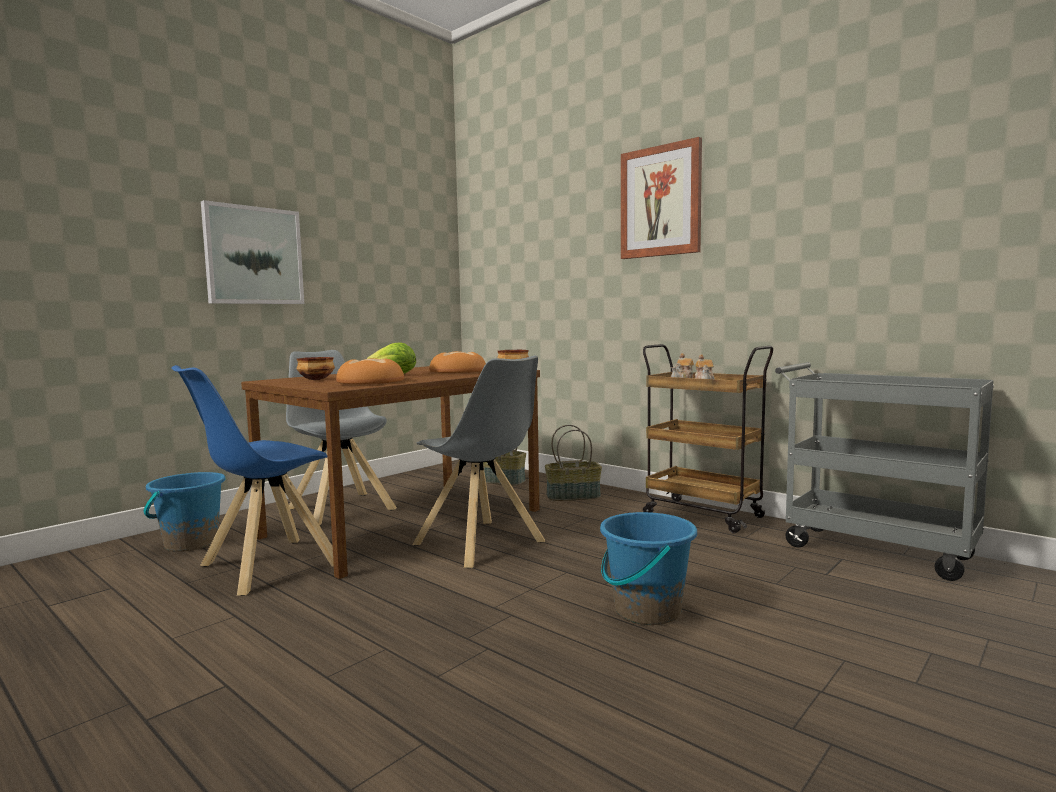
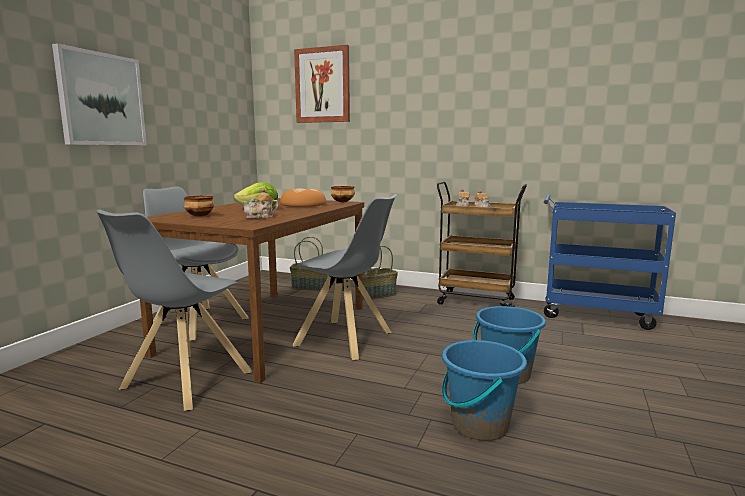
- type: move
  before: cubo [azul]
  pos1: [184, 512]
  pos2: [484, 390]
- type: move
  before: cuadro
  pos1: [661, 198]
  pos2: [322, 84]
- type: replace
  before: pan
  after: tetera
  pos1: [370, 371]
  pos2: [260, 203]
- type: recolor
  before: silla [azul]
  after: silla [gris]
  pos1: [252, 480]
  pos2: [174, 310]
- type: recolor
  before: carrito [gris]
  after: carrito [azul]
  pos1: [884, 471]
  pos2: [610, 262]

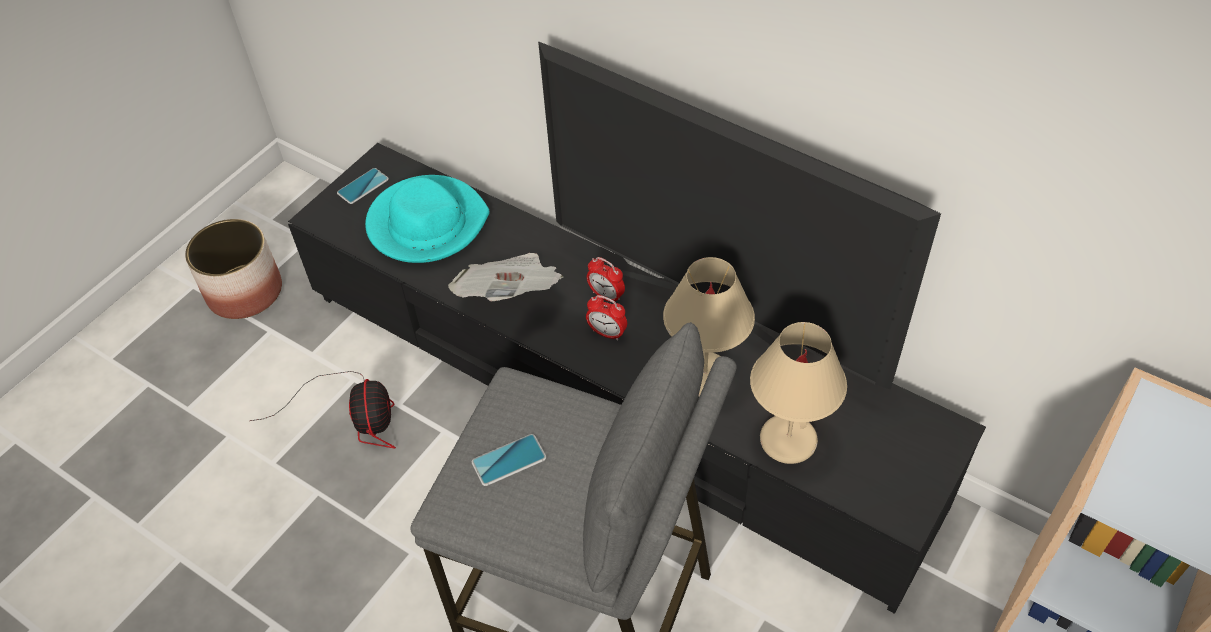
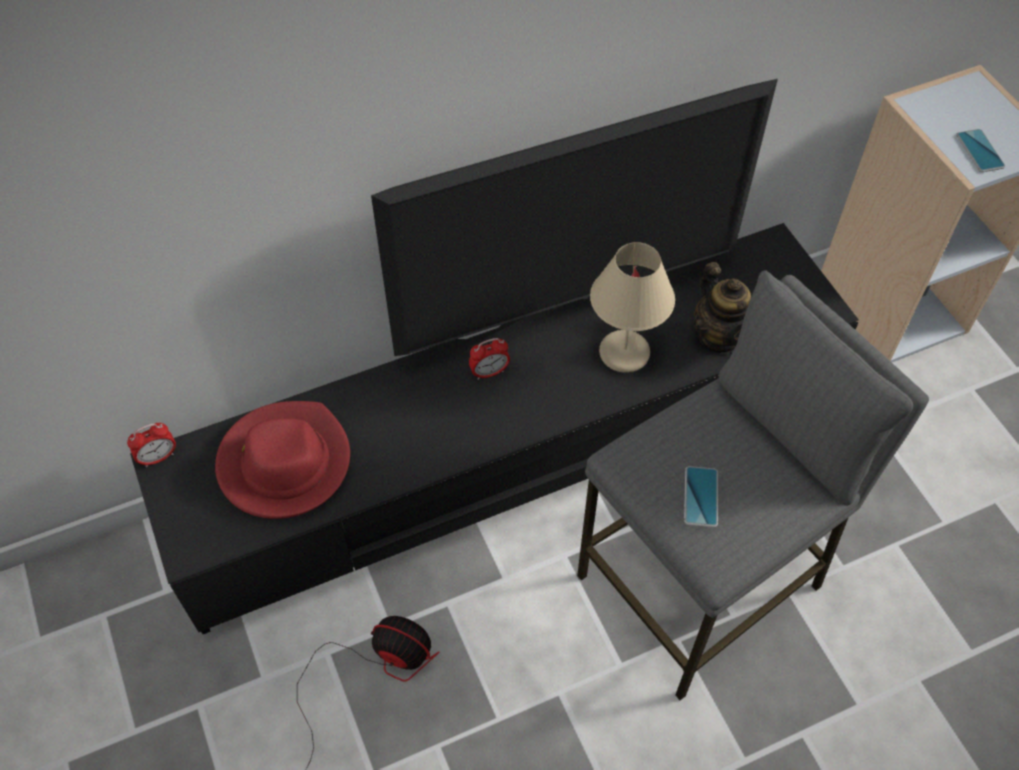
- type: delete
  before: maceta
  pos1: [233, 269]
- type: delete
  before: periódico
  pos1: [506, 277]
- type: move
  before: móvil
  pos1: [363, 186]
  pos2: [980, 150]
- type: move
  before: despertador
  pos1: [606, 318]
  pos2: [151, 445]
- type: replace
  before: lámpara de mesa [beis]
  after: tetera
  pos1: [798, 393]
  pos2: [722, 308]
- type: recolor
  before: sombrero [turquesa]
  after: sombrero [rojo]
  pos1: [427, 219]
  pos2: [282, 460]

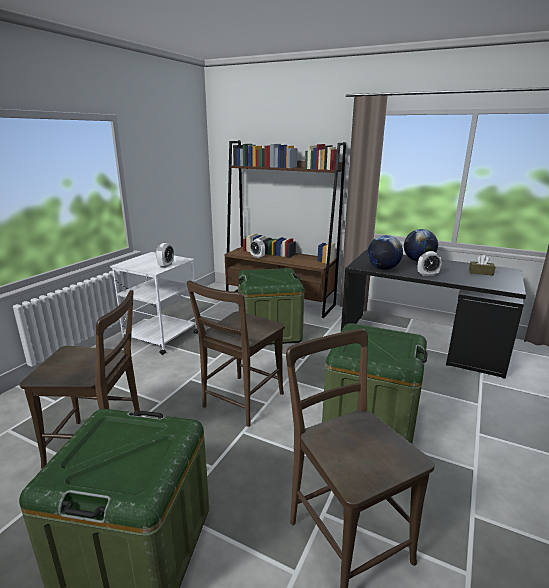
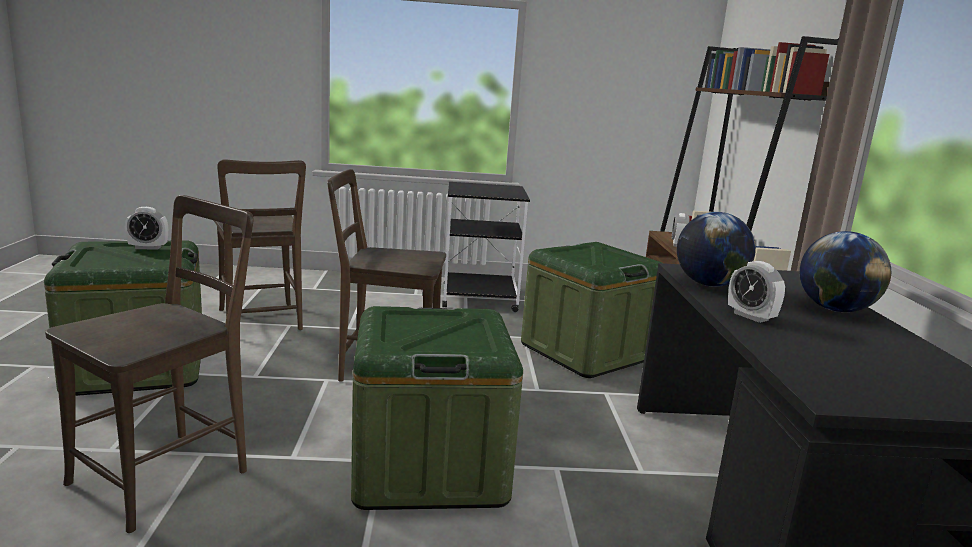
- type: delete
  before: caja de pañuelos [marrón]
  pos1: [482, 265]
- type: move
  before: despertador
  pos1: [165, 255]
  pos2: [146, 228]
- type: recolor
  before: carrito [blanco]
  after: carrito [negro]
  pos1: [154, 303]
  pos2: [486, 247]

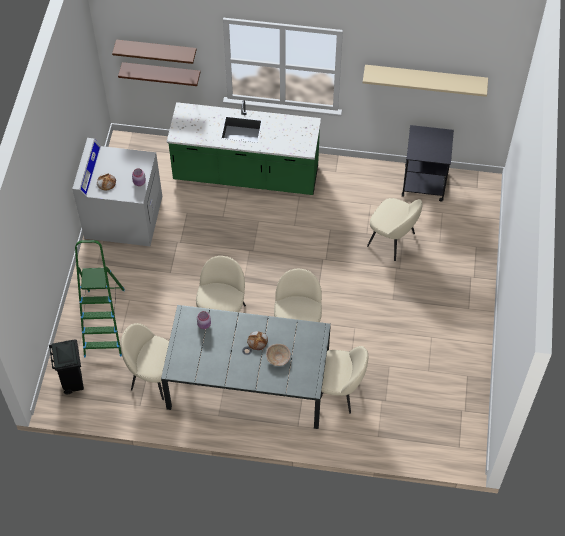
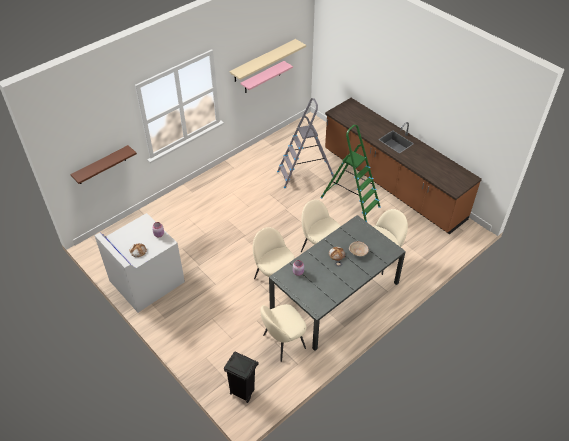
- type: delete
  before: estante [marrón]
  pos1: [154, 51]
- type: delete
  before: mueble bajo de cocina [verde]
  pos1: [244, 148]
- type: delete
  before: carrito [negro]
  pos1: [428, 163]
- type: insert
  after: estante [rosa]
  pos2: [266, 77]
- type: insert
  after: mueble bajo de cocina [marrón]
  pos2: [403, 166]
- type: move
  before: escalera de tijera [verde]
  pos1: [100, 299]
  pos2: [350, 173]
- type: replace
  before: silla [beis]
  after: escalera de tijera [gris]
  pos1: [395, 229]
  pos2: [305, 143]

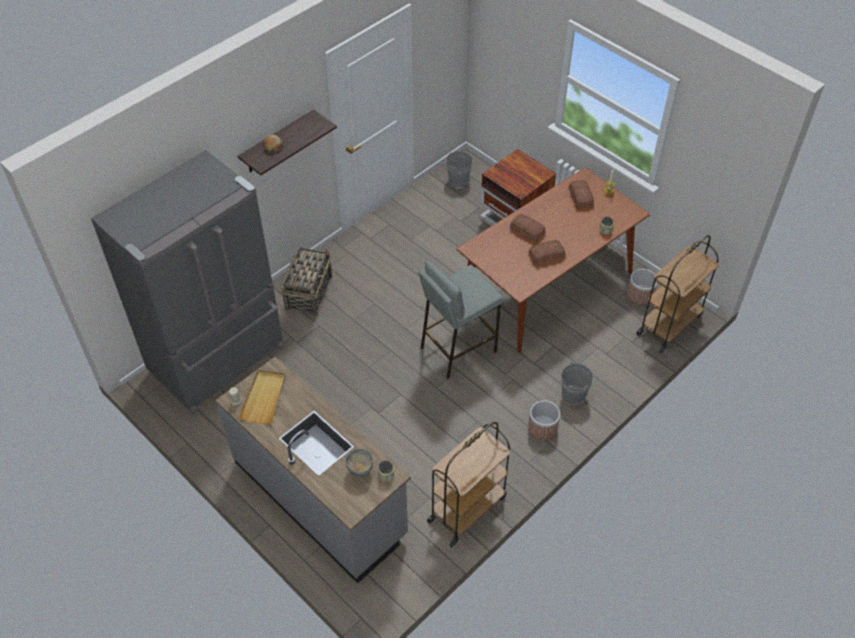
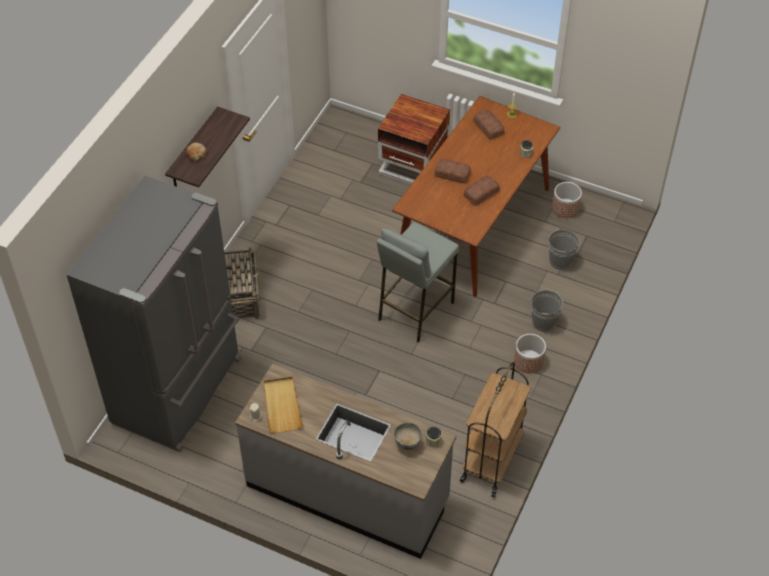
- type: delete
  before: carrito [marrón]
  pos1: [677, 294]
- type: move
  before: cubo [gris]
  pos1: [459, 168]
  pos2: [563, 248]

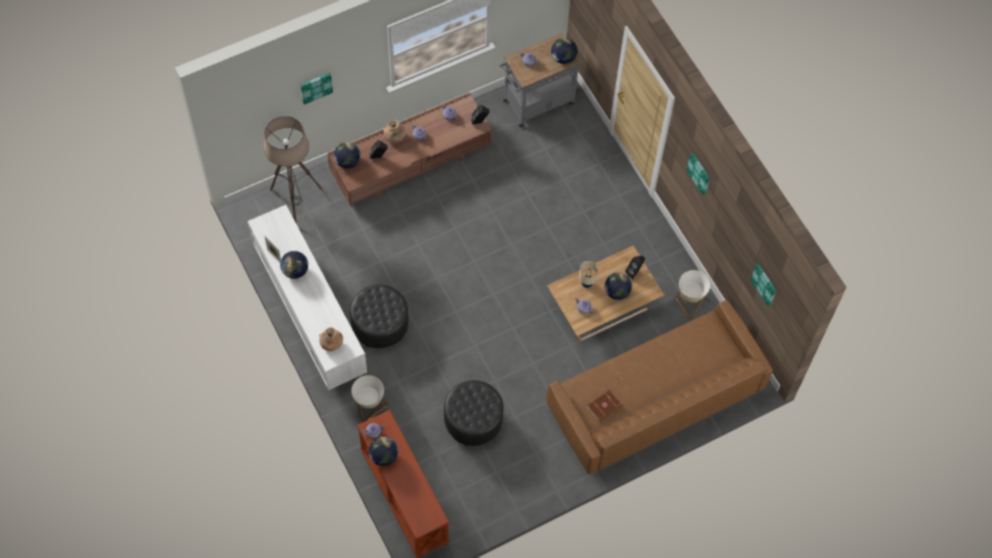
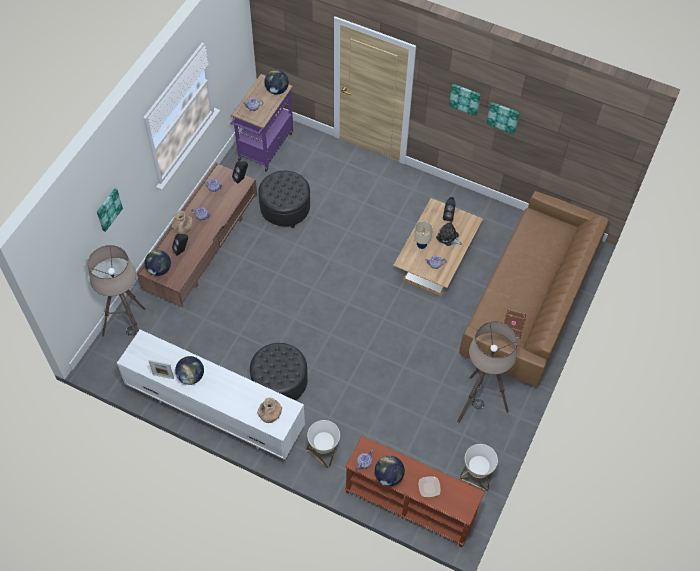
- type: insert
  after: cuenco
  pos2: [430, 486]
- type: insert
  after: lámpara de pie
  pos2: [487, 372]
- type: move
  before: puf [negro]
  pos1: [474, 413]
  pos2: [284, 199]
- type: move
  before: maceta
  pos1: [692, 295]
  pos2: [479, 467]
- type: move
  before: cuadro
  pos1: [763, 285]
  pos2: [503, 118]
- type: replace
  before: globo terráqueo
  after: peluche
  pos1: [618, 286]
  pos2: [449, 233]
- type: recolor
  before: carrito [gris]
  after: carrito [morado]
  pos1: [540, 80]
  pos2: [261, 123]

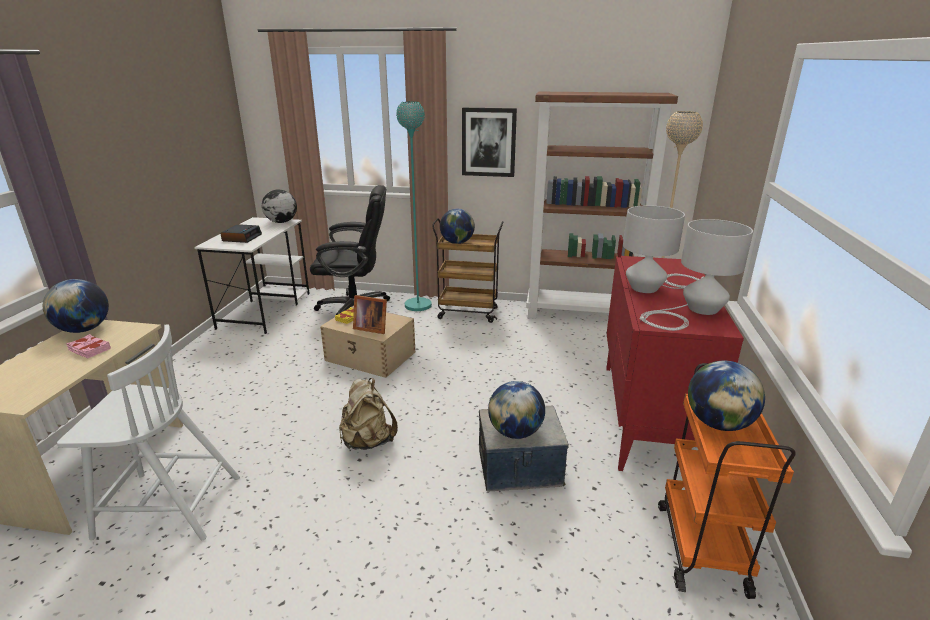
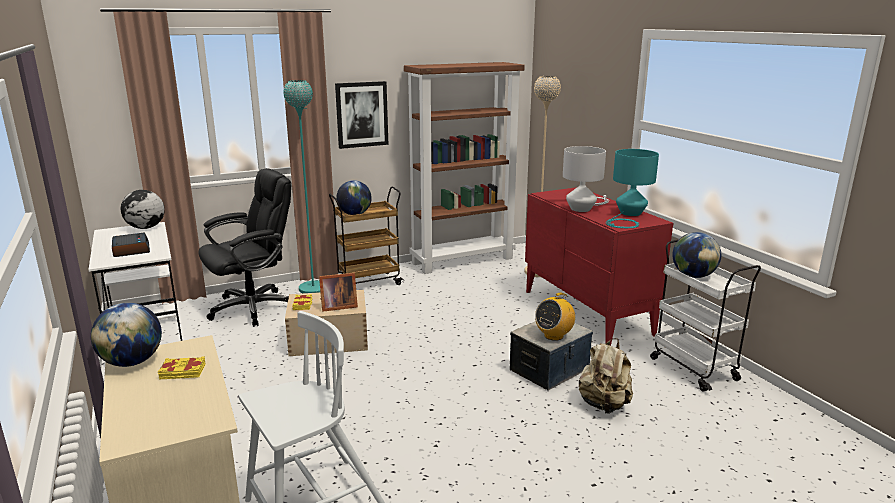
- type: move
  before: mochila [beis]
  pos1: [368, 414]
  pos2: [606, 376]
- type: replace
  before: globo terráqueo
  after: radio
  pos1: [516, 410]
  pos2: [555, 317]
- type: recolor
  before: libro [rosa]
  after: libro [amarillo]
  pos1: [88, 346]
  pos2: [181, 368]
- type: recolor
  before: lámpara de mesa [blanco]
  after: lámpara de mesa [turquesa]
  pos1: [696, 275]
  pos2: [632, 188]
- type: recolor
  before: carrito [naranja]
  after: carrito [blanco]
  pos1: [727, 481]
  pos2: [705, 316]

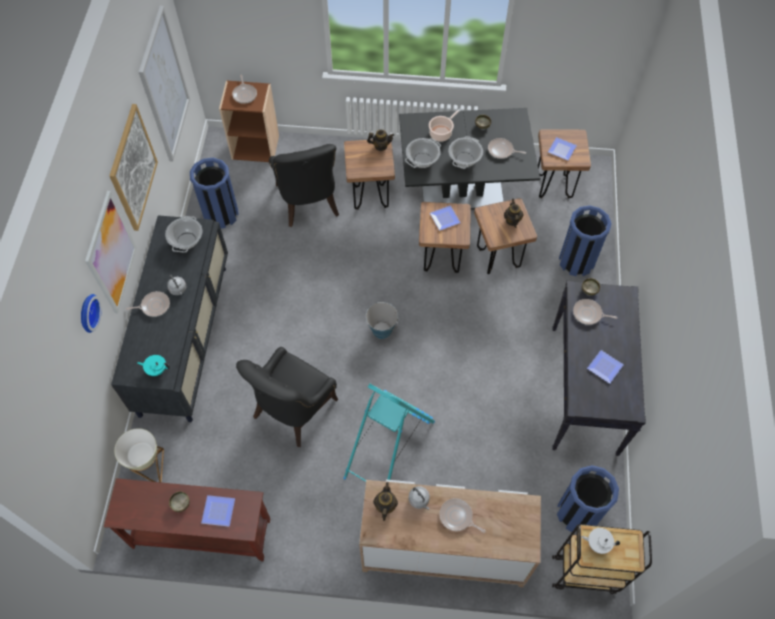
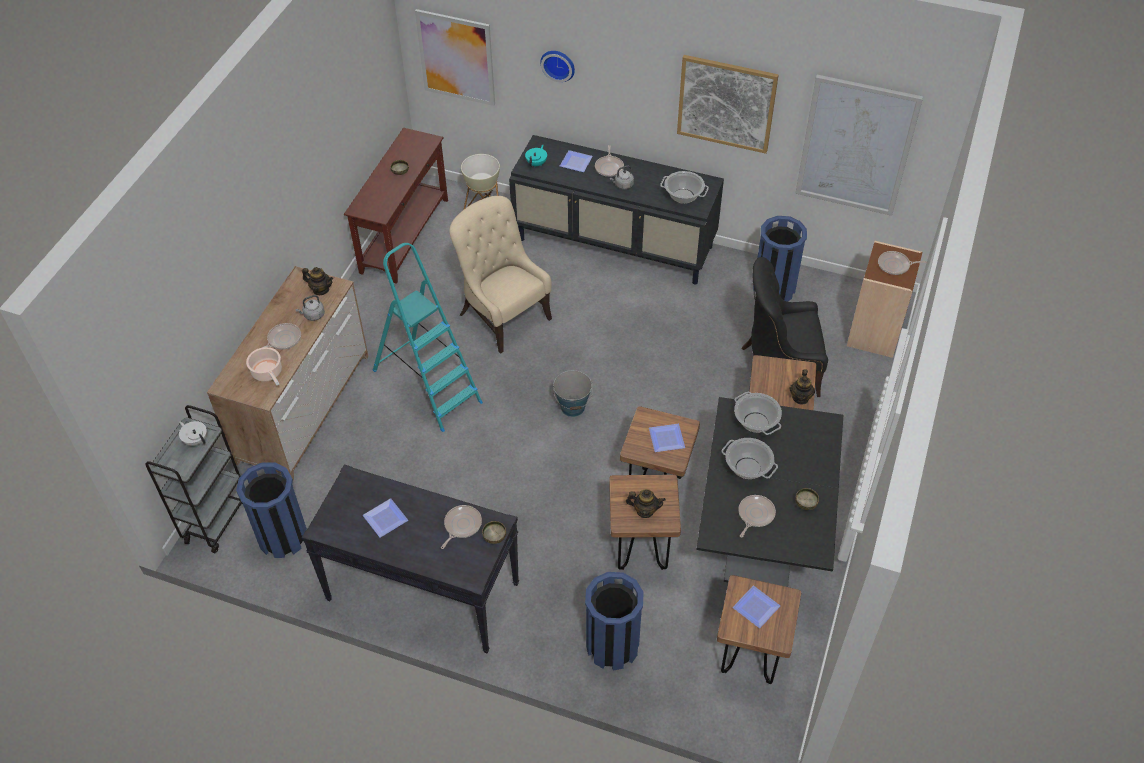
- type: move
  before: cuadro
  pos1: [111, 252]
  pos2: [455, 57]
- type: move
  before: plato
  pos1: [218, 511]
  pos2: [576, 161]
- type: move
  before: olla
  pos1: [445, 125]
  pos2: [264, 366]
- type: recolor
  before: silla [negro]
  after: silla [beis]
  pos1: [287, 397]
  pos2: [500, 275]
- type: recolor
  before: carrito [marrón]
  after: carrito [gris]
  pos1: [602, 559]
  pos2: [194, 479]
- type: rotate
  before: tetera [blanco]
  pos1: [600, 541]
  pos2: [193, 433]
  turn: -75

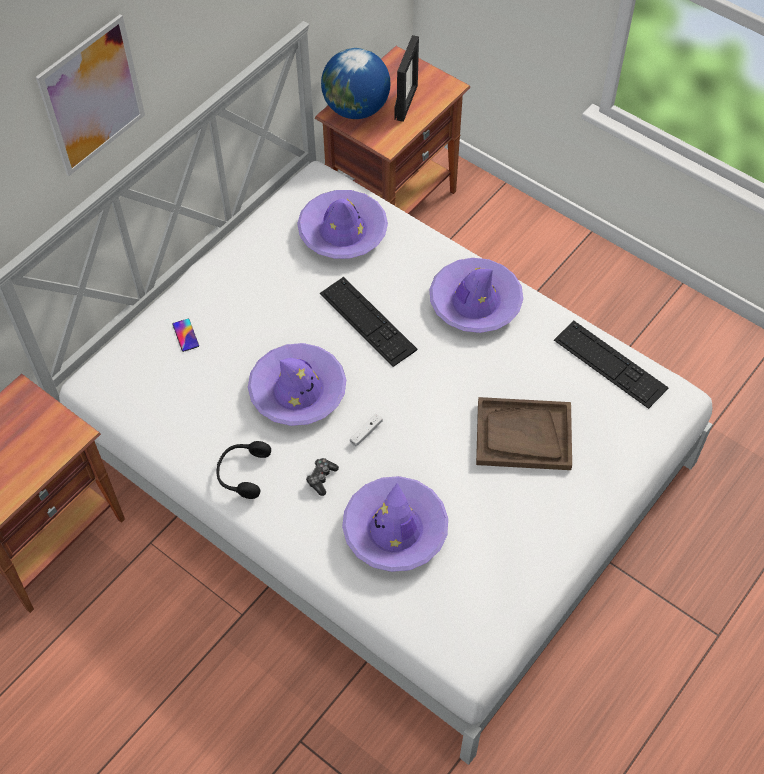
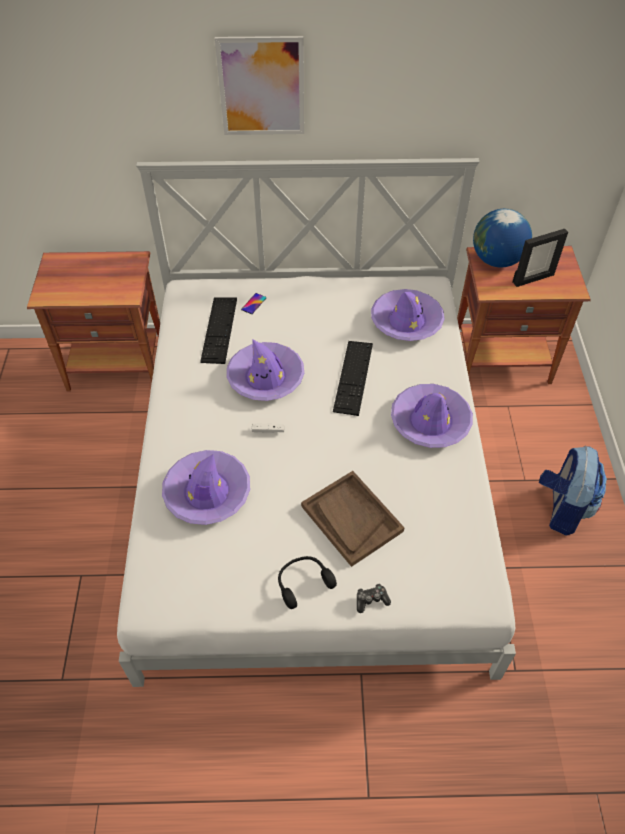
- type: insert
  after: mochila
  pos2: [573, 491]
- type: move
  before: auriculares [negro]
  pos1: [244, 470]
  pos2: [307, 582]
- type: move
  before: mando de consola
  pos1: [322, 477]
  pos2: [374, 598]
- type: move
  before: teclado
  pos1: [611, 364]
  pos2: [218, 330]

